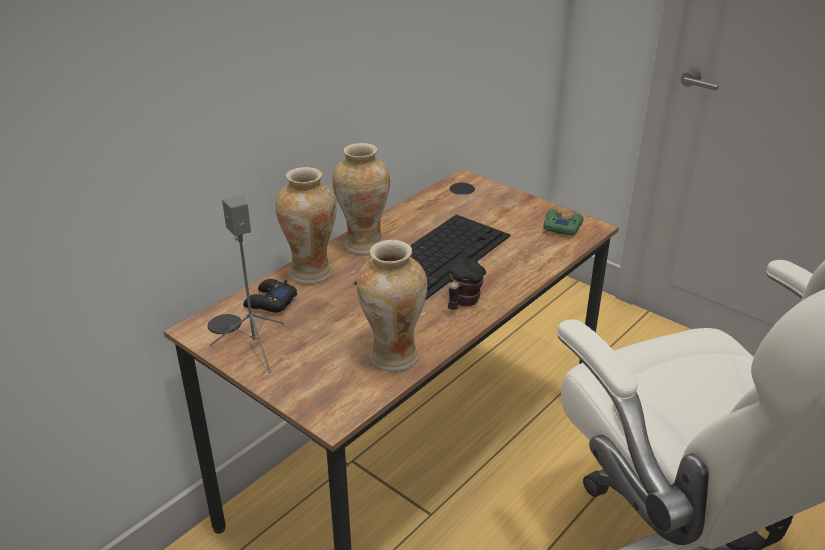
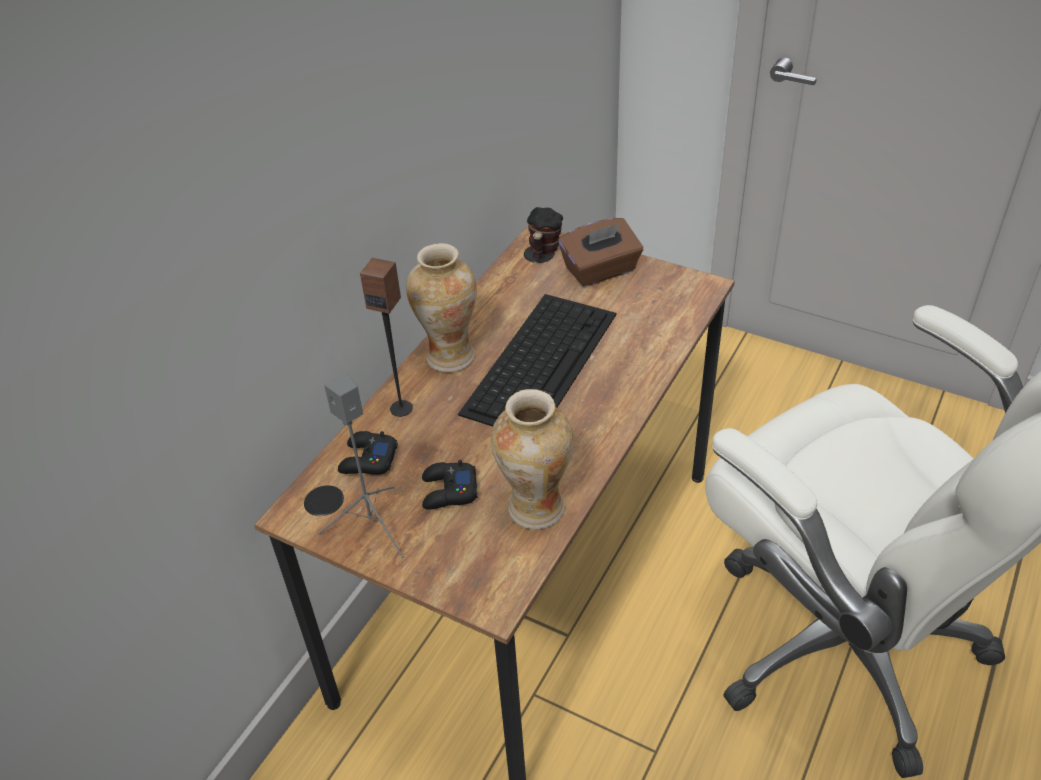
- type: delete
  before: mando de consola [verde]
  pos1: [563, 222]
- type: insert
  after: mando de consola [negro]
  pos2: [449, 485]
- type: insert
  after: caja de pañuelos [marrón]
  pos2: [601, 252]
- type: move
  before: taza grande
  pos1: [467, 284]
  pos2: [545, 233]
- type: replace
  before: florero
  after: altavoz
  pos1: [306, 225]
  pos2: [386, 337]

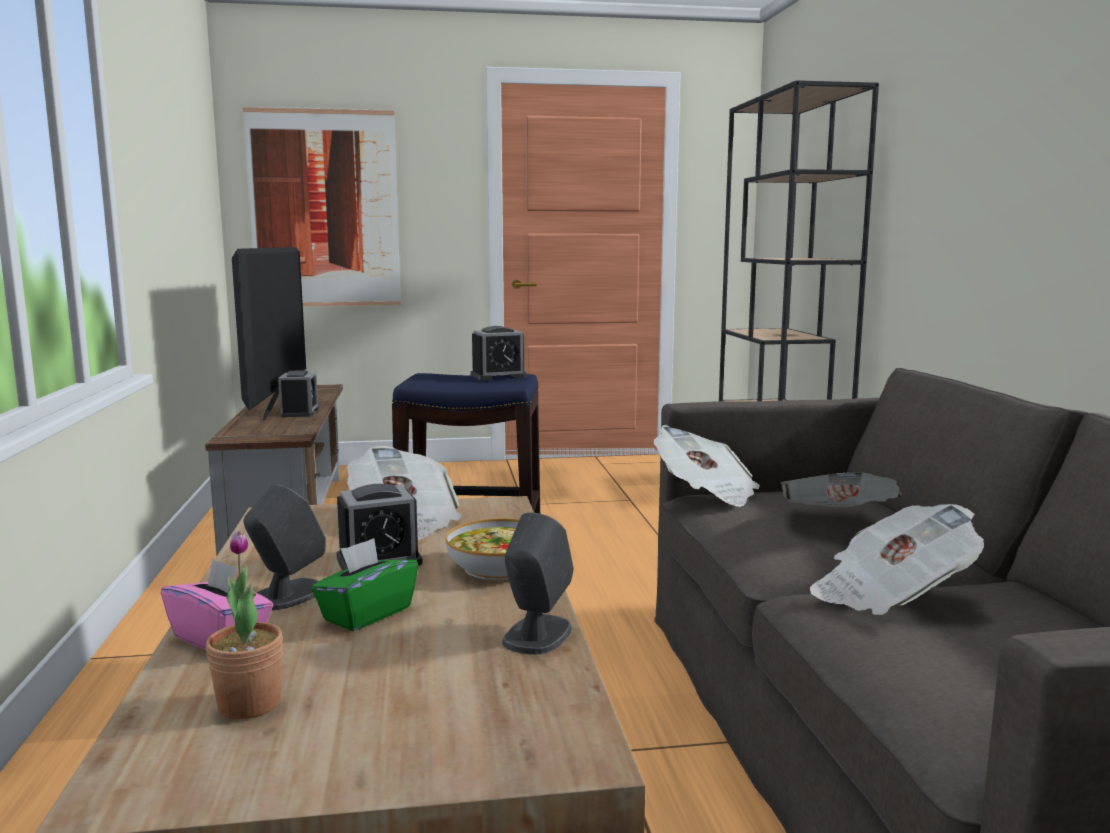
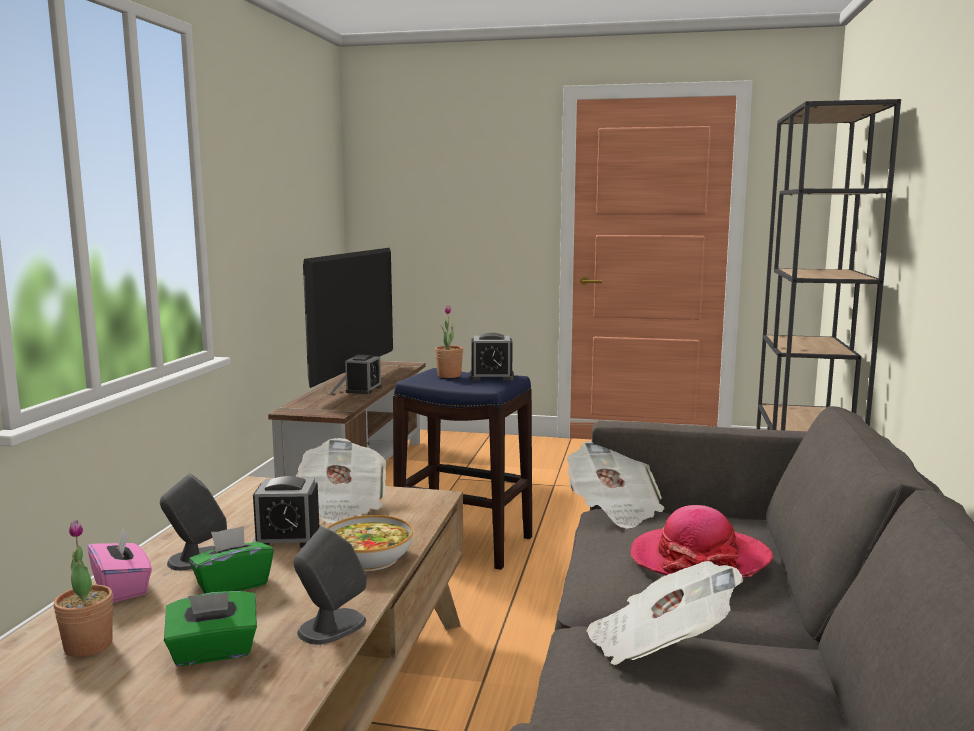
- type: delete
  before: cuadro
  pos1: [321, 206]
- type: insert
  after: caja de pañuelos [verde]
  pos2: [210, 628]
- type: insert
  after: planta en maceta
  pos2: [449, 341]
- type: replace
  before: periódico
  after: sombrero
  pos1: [841, 489]
  pos2: [702, 541]

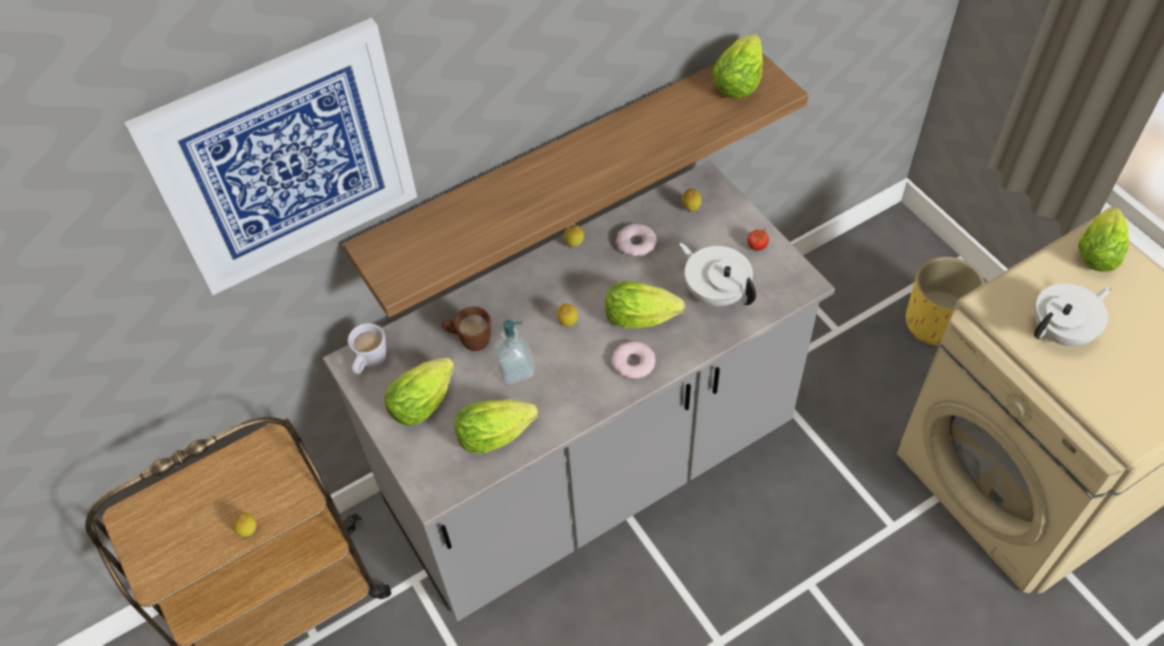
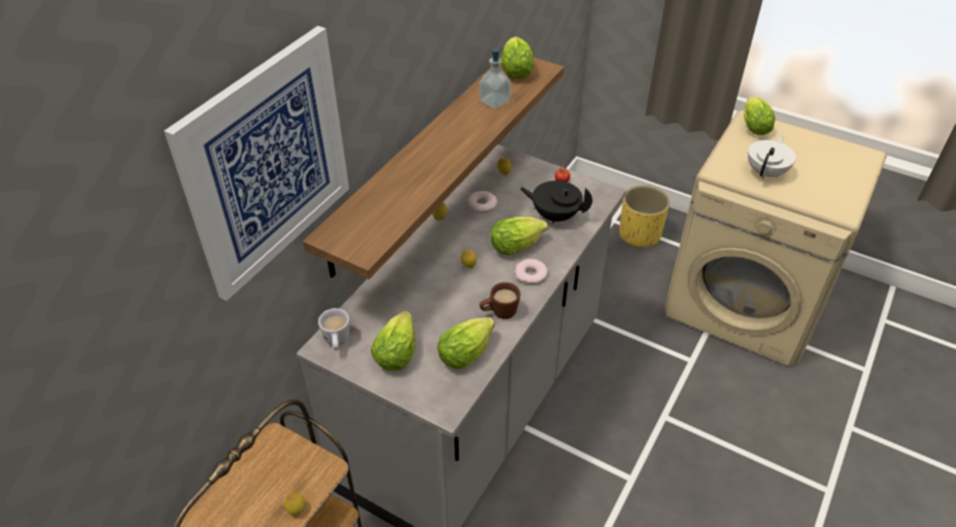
- type: move
  before: taza grande [marrón]
  pos1: [466, 328]
  pos2: [499, 300]
- type: move
  before: dispensador de jabón
  pos1: [513, 352]
  pos2: [495, 78]
- type: recolor
  before: tetera [blanco]
  after: tetera [negro]
  pos1: [717, 274]
  pos2: [556, 202]

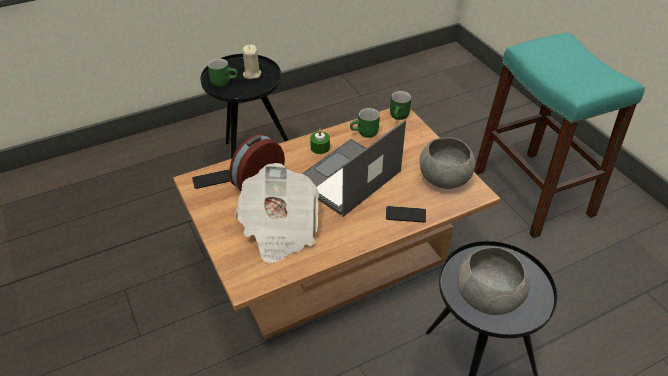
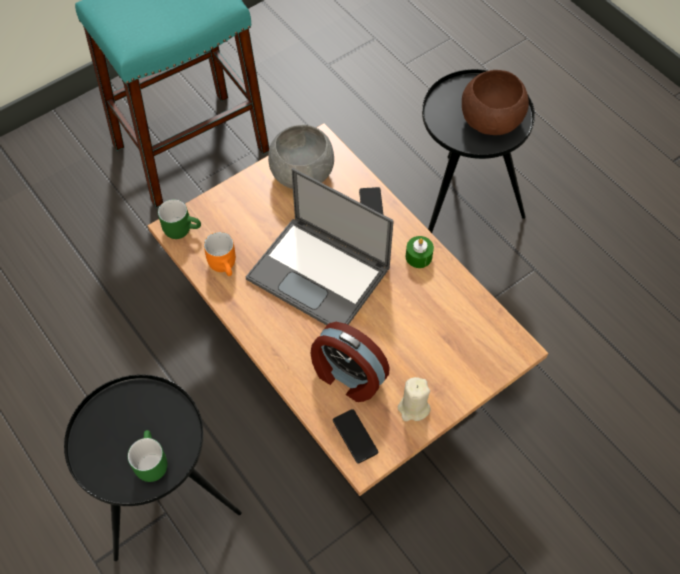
- type: delete
  before: periódico
  pos1: [277, 213]
- type: move
  before: vela [beis]
  pos1: [251, 62]
  pos2: [414, 399]
- type: move
  before: vela [verde]
  pos1: [320, 141]
  pos2: [420, 252]
- type: recolor
  before: taza grande [verde]
  after: taza grande [naranja]
  pos1: [365, 123]
  pos2: [220, 254]
- type: recolor
  before: cuenco [gris]
  after: cuenco [marrón]
  pos1: [493, 281]
  pos2: [495, 102]

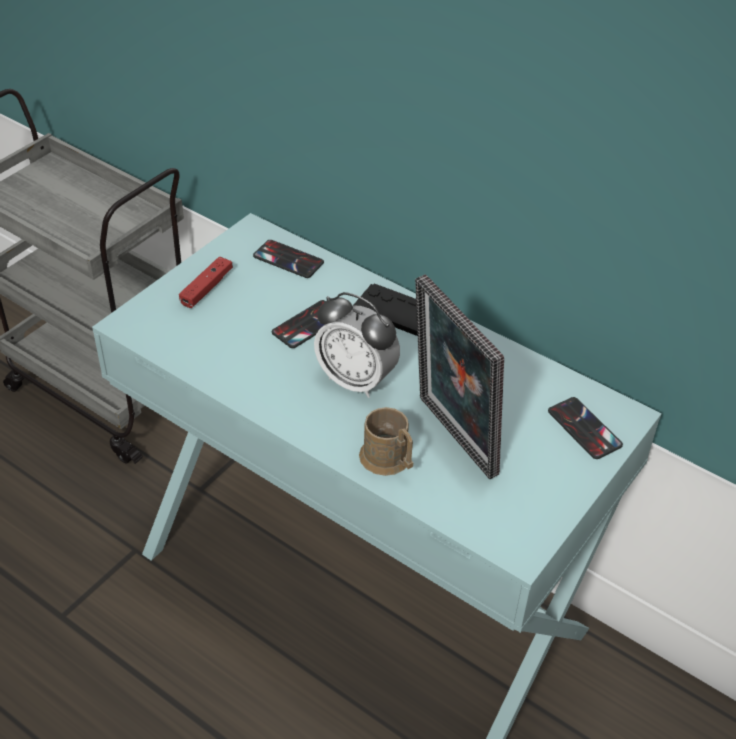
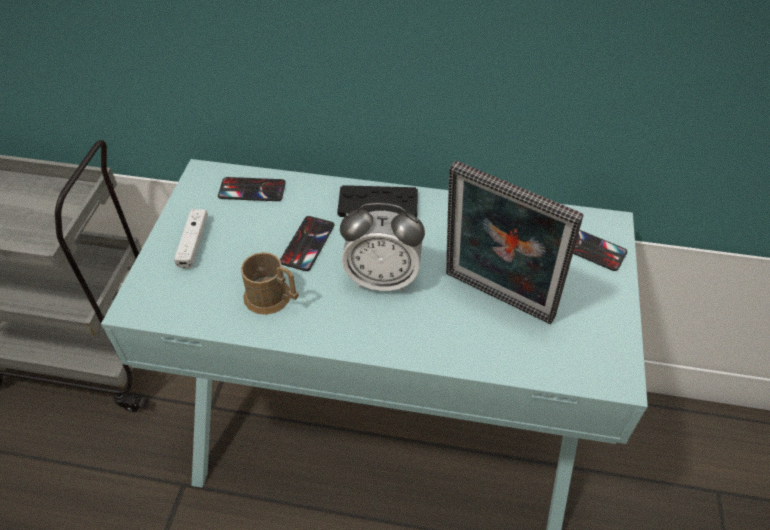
- type: move
  before: taza grande [marrón]
  pos1: [386, 441]
  pos2: [270, 283]
- type: recolor
  before: mando de consola [rojo]
  after: mando de consola [blanco]
  pos1: [206, 282]
  pos2: [191, 238]

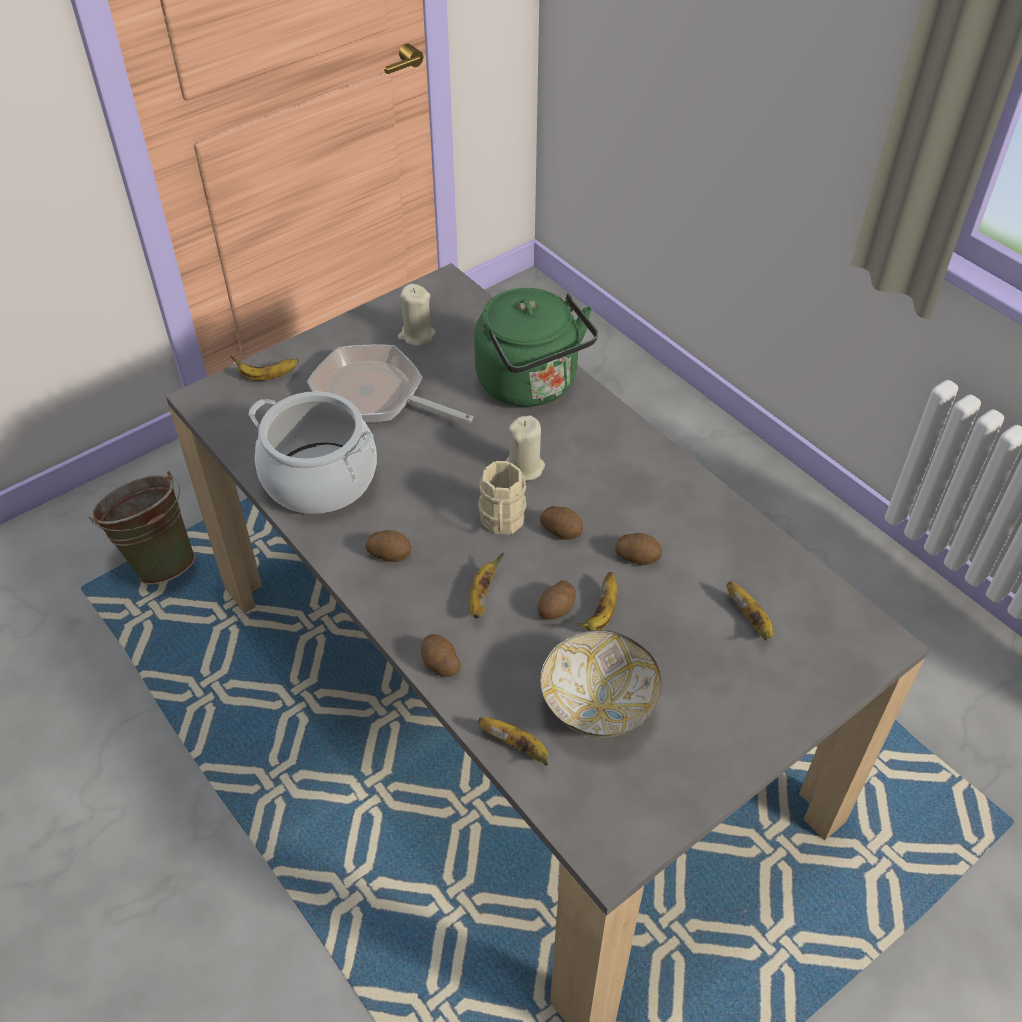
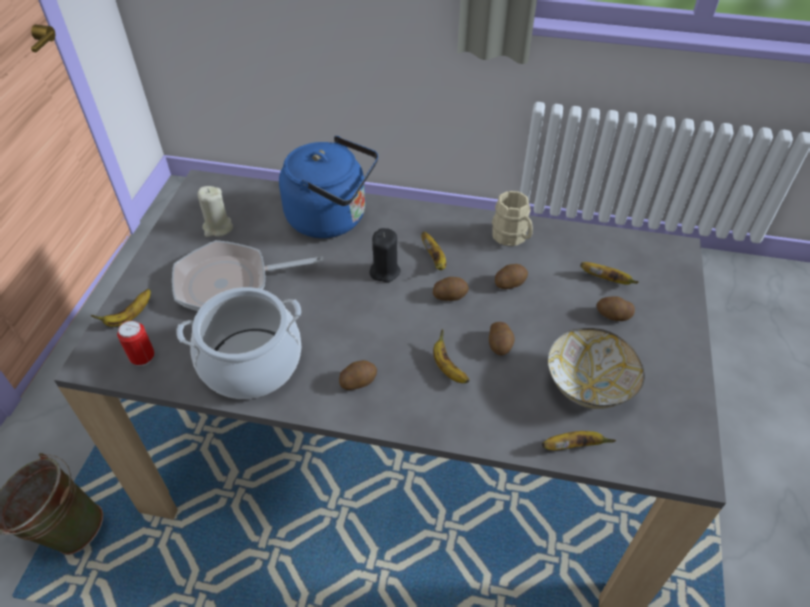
- type: insert
  after: lata
  pos2: [135, 343]
- type: move
  before: patata
  pos1: [441, 655]
  pos2: [616, 308]
- type: move
  before: taza grande [beis]
  pos1: [502, 498]
  pos2: [512, 218]
- type: move
  before: plátano
  pos1: [597, 601]
  pos2: [433, 251]
- type: recolor
  before: hervidor [verde]
  after: hervidor [azul]
  pos1: [536, 347]
  pos2: [328, 187]
- type: recolor
  before: vela [beis]
  after: vela [negro]
  pos1: [525, 448]
  pos2: [385, 255]

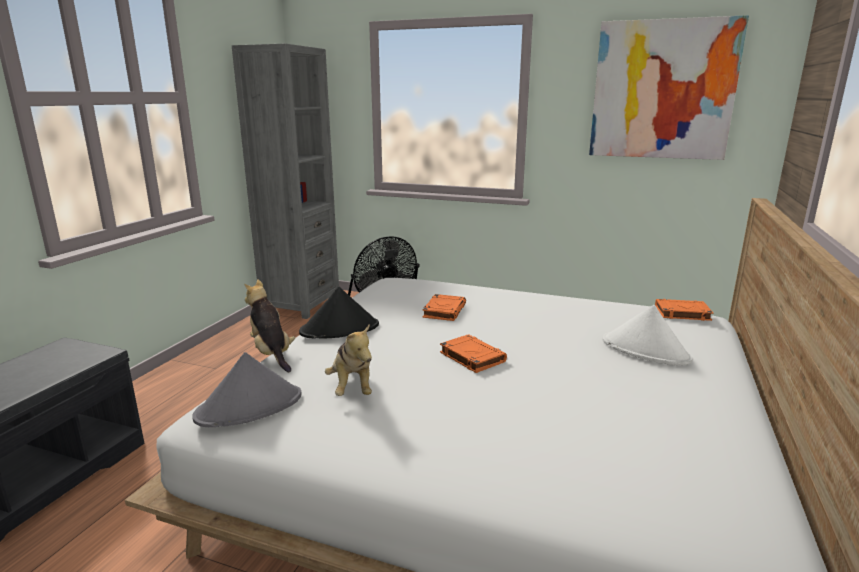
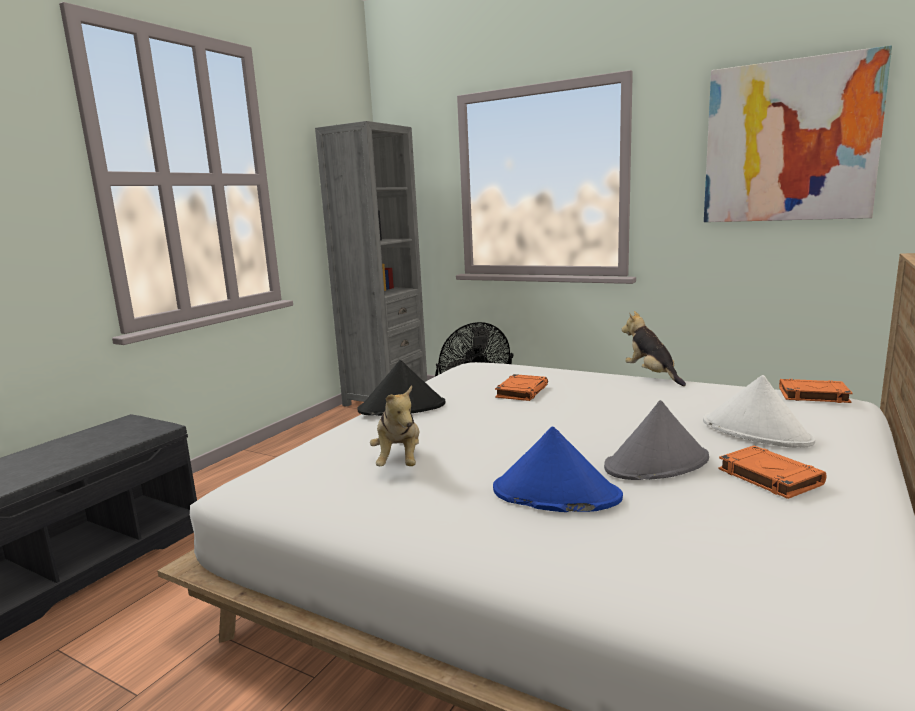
- type: insert
  after: sombrero [azul]
  pos2: [558, 469]
- type: move
  before: sombrero [gris]
  pos1: [247, 389]
  pos2: [656, 440]
- type: move
  before: peluche
  pos1: [269, 325]
  pos2: [654, 348]
- type: move
  before: libro [naranja]
  pos1: [473, 353]
  pos2: [772, 472]

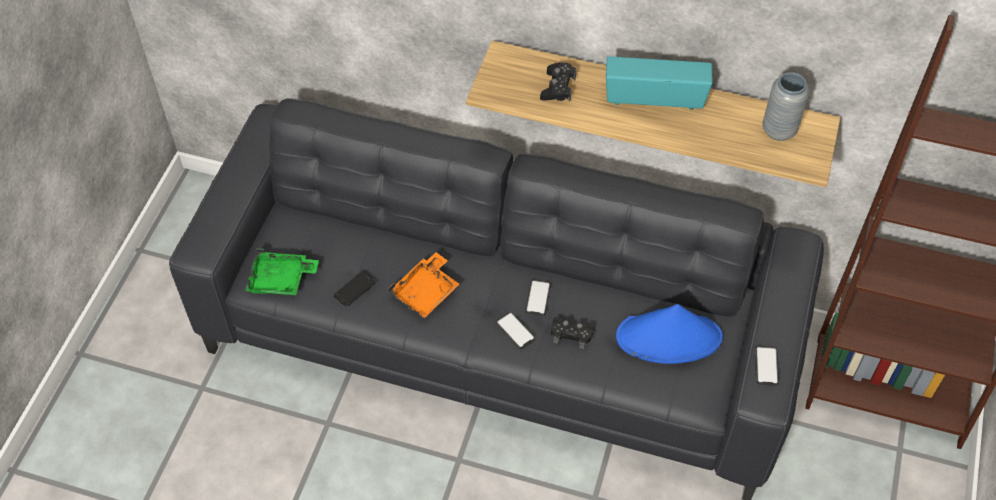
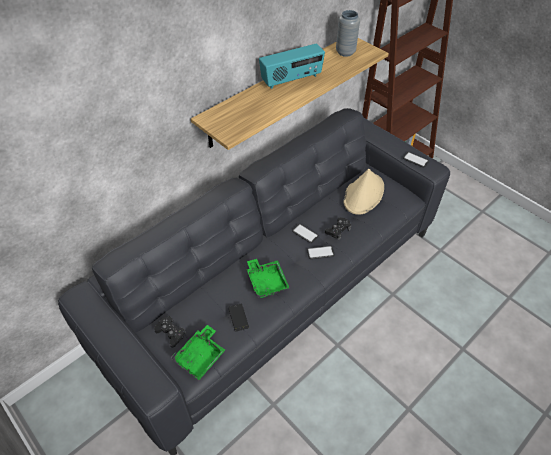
- type: move
  before: mando de consola [negro]
  pos1: [558, 82]
  pos2: [170, 332]
- type: recolor
  before: bandeja [naranja]
  after: bandeja [verde]
  pos1: [423, 285]
  pos2: [268, 278]
- type: recolor
  before: sombrero [azul]
  after: sombrero [beis]
  pos1: [669, 334]
  pos2: [363, 192]
- type: rotate
  before: radio
  pos1: [659, 83]
  pos2: [292, 66]
  turn: -150

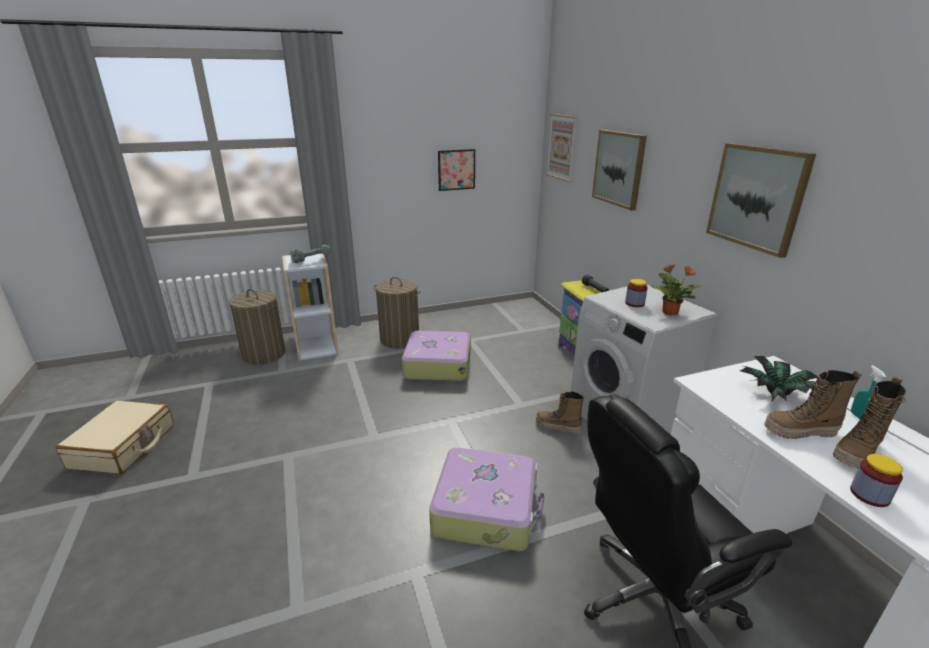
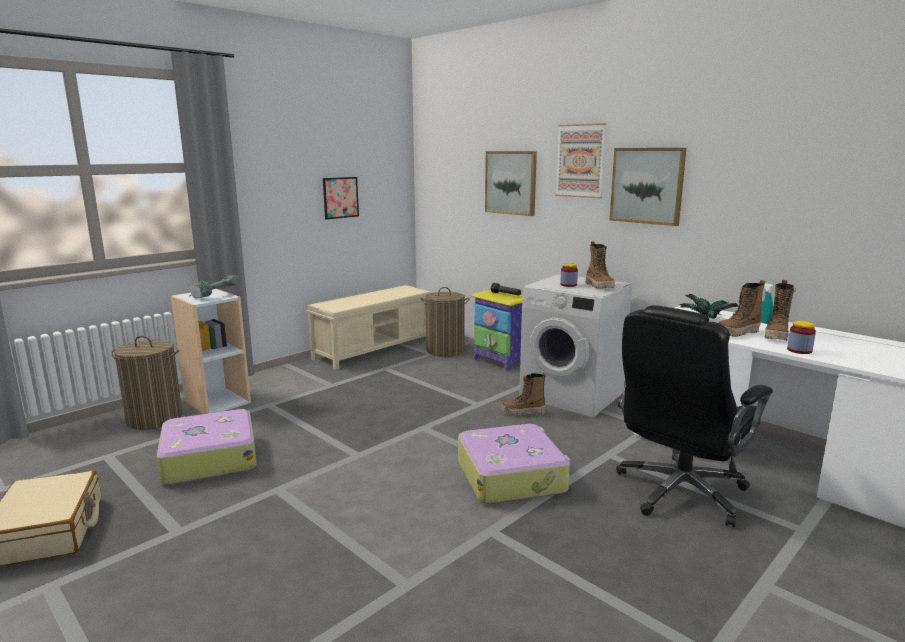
- type: insert
  after: banco [beis]
  pos2: [368, 327]
- type: move
  before: cesto de la ropa
  pos1: [397, 312]
  pos2: [445, 322]
- type: move
  before: maleta
  pos1: [436, 356]
  pos2: [206, 447]
- type: move
  before: cuadro
  pos1: [561, 148]
  pos2: [580, 160]
- type: replace
  before: planta en maceta
  after: bota
  pos1: [676, 289]
  pos2: [600, 265]

